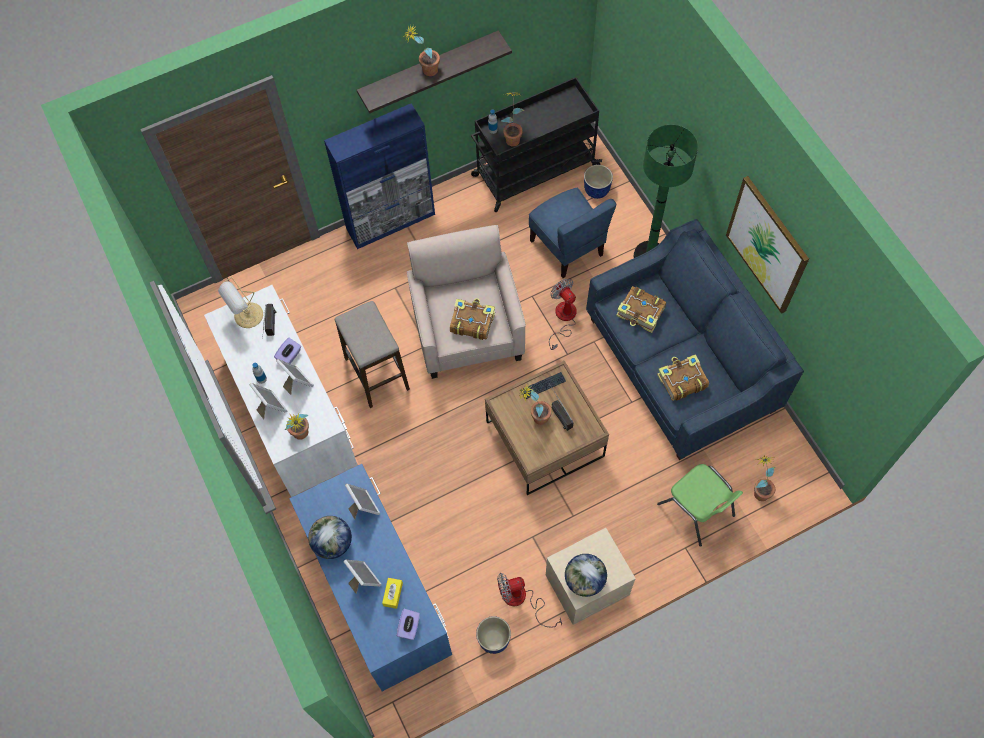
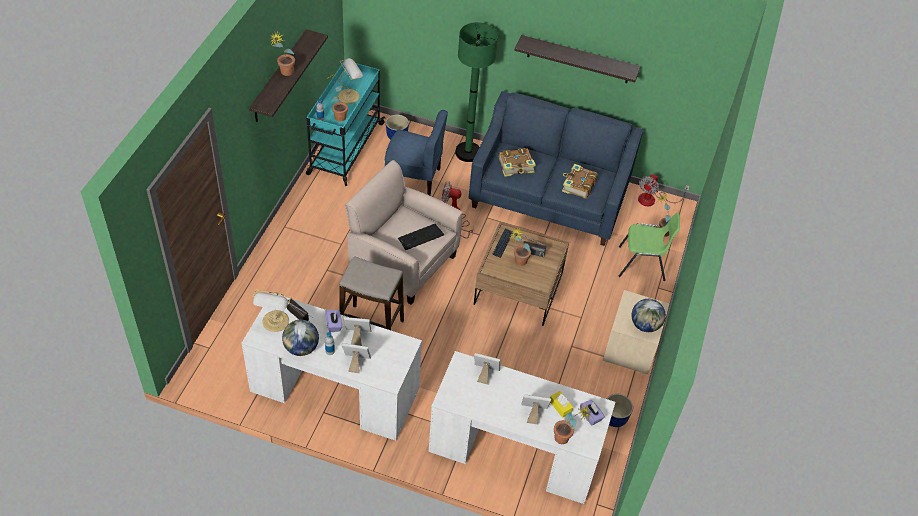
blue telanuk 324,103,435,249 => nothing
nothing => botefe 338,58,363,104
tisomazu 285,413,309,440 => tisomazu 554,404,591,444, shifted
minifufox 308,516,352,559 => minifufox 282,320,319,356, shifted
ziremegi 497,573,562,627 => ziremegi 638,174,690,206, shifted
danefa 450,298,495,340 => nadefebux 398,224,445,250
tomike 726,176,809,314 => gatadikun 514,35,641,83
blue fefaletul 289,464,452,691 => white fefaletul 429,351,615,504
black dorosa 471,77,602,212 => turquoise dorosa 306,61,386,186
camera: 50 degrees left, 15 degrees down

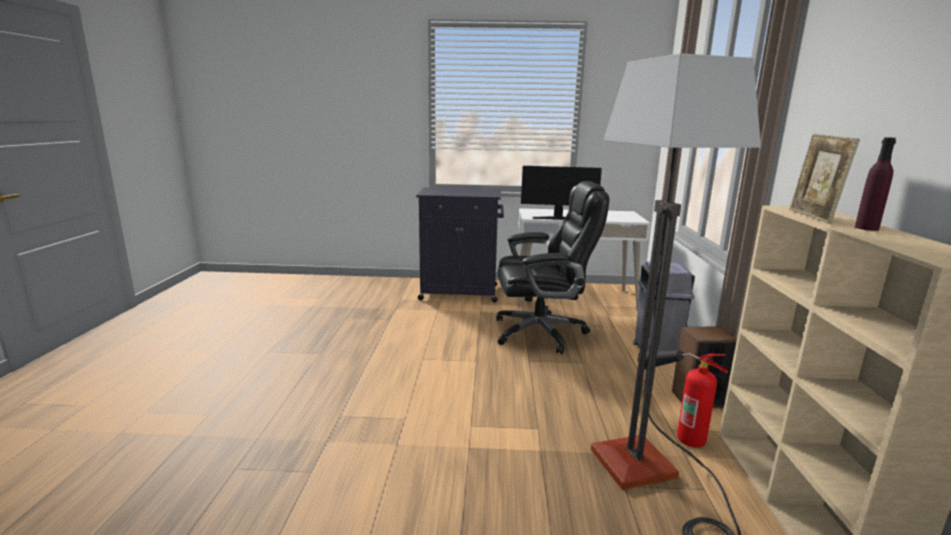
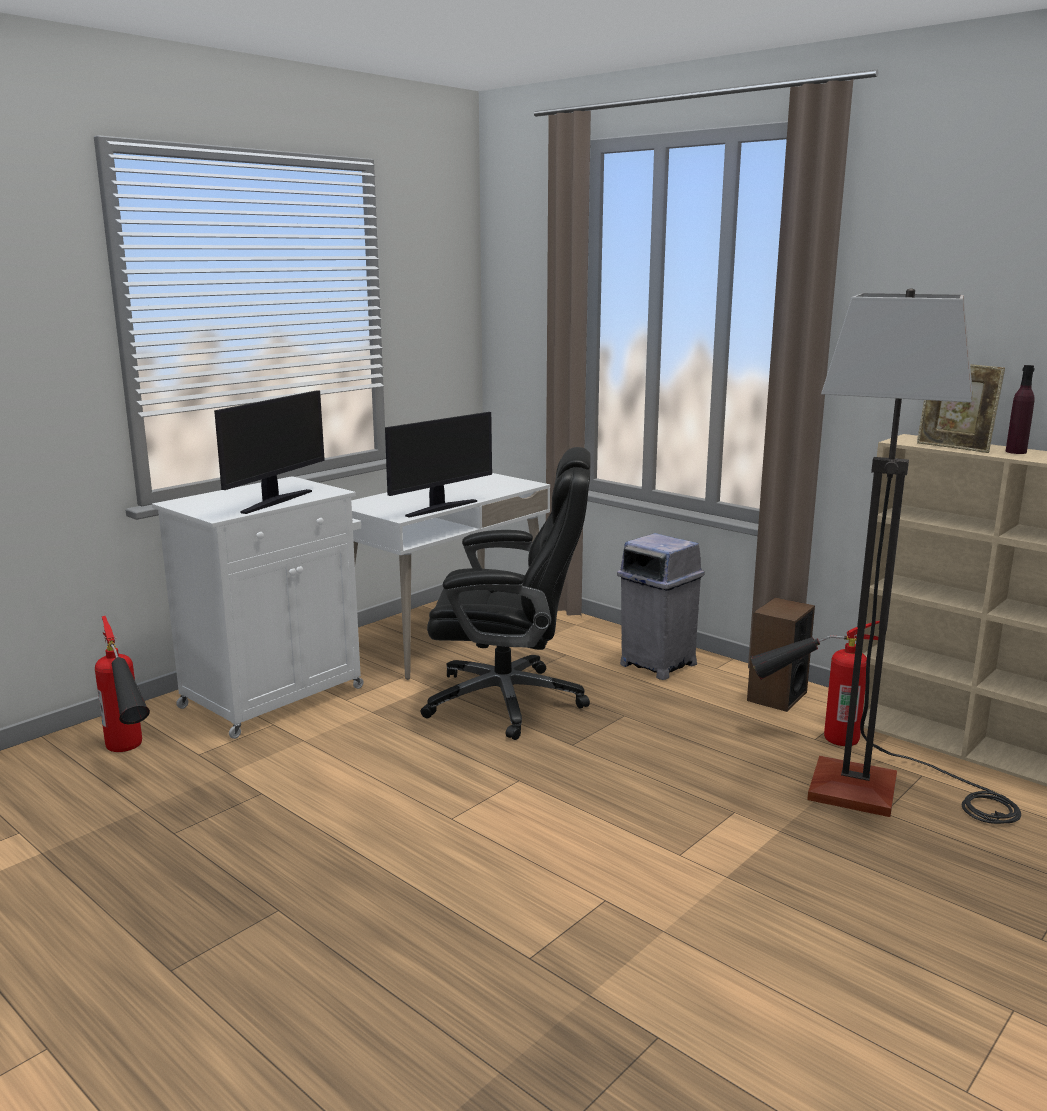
nothing => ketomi 95,616,150,752
nothing => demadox 214,390,325,514
black telanuk 416,187,504,302 => white telanuk 152,476,364,739
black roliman 496,181,609,354 => black roliman 420,447,591,740, 60 degrees clockwise
camera: 50 degrees left, 0 degrees up

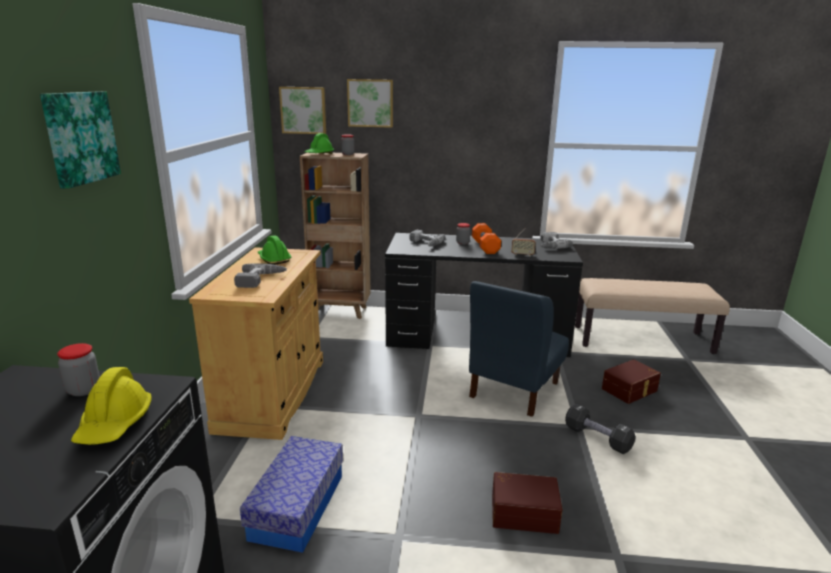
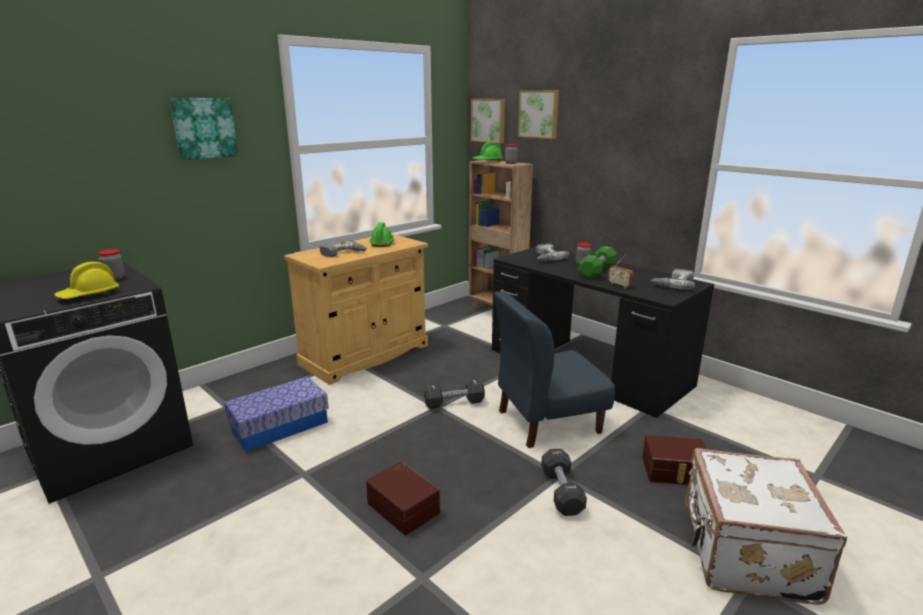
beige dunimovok 575,278,730,354 => nothing
nothing => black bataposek 424,379,485,409
nothing => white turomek 685,448,847,605
orange bataposek 472,223,501,254 => green bataposek 578,246,617,279
camera: 40 degrees right, 0 degrees up

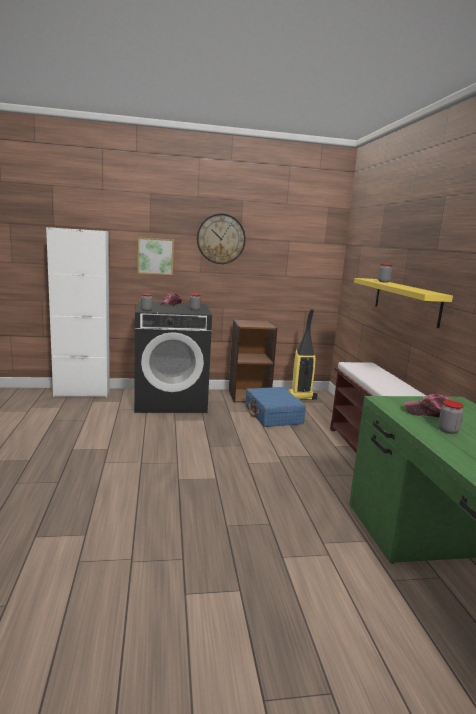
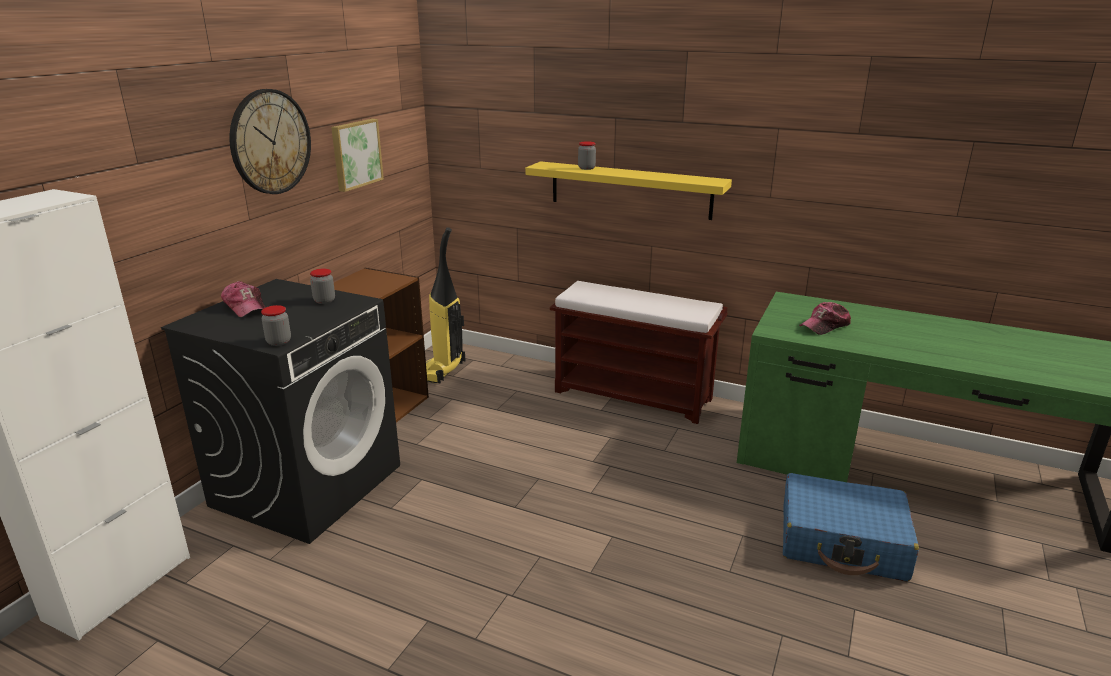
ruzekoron 438,400,464,434 => nothing
tomike 138,237,174,275 => tomike 331,119,384,192, shifted
blue turomek 246,387,306,427 => blue turomek 783,473,919,581, shifted
camera: 55 degrees left, 10 degrees up

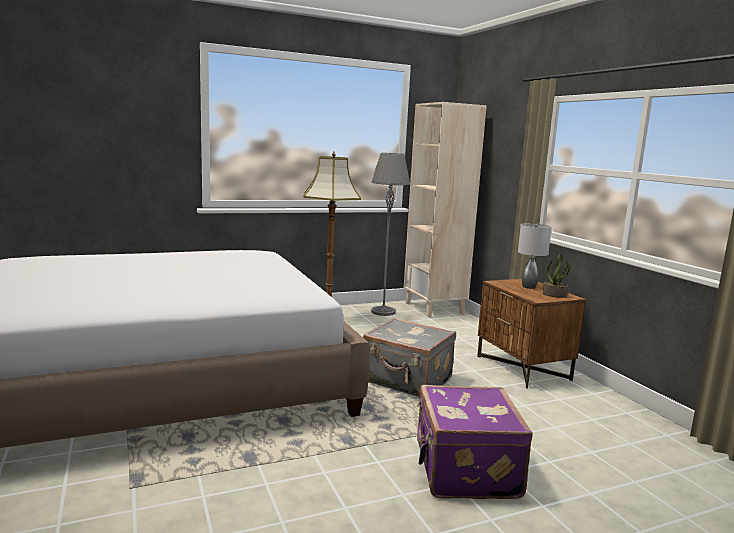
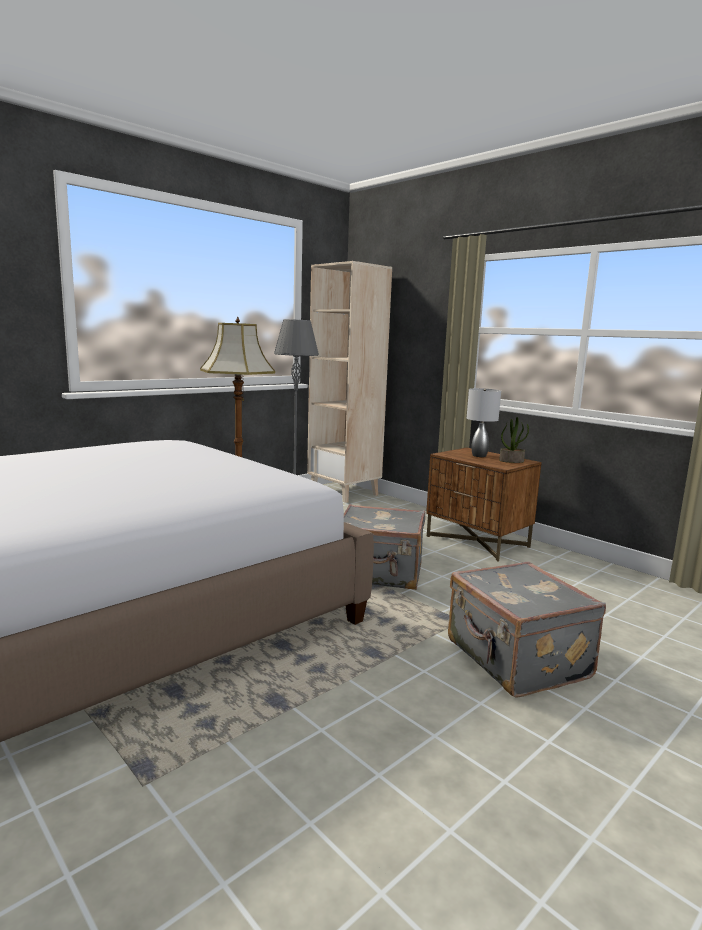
purple turomek 417,385,533,499 => grey turomek 448,562,606,698
camera: 20 degrees left, 0 degrees up

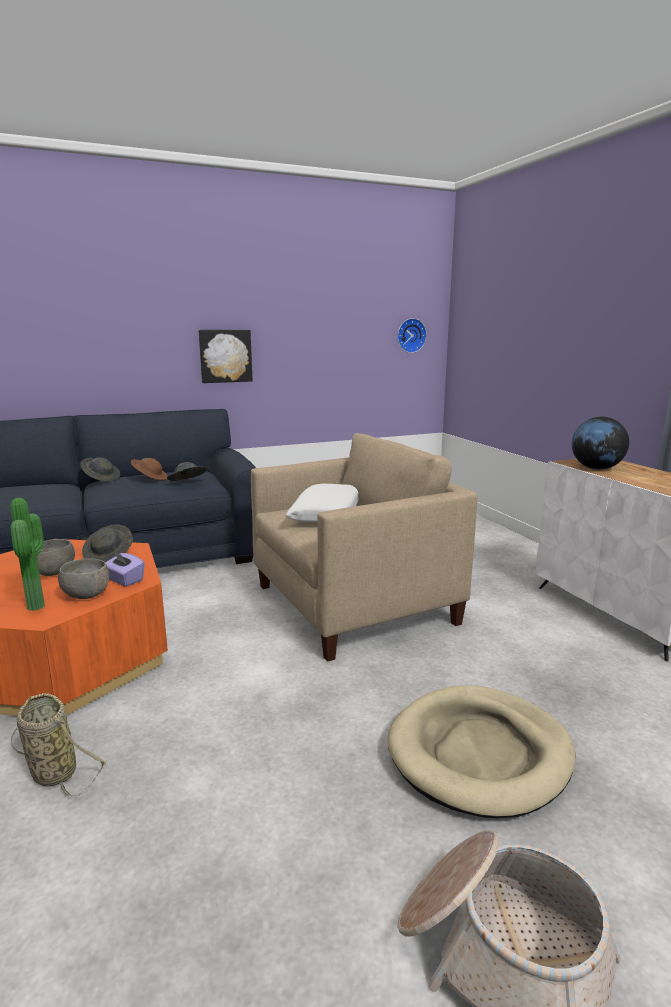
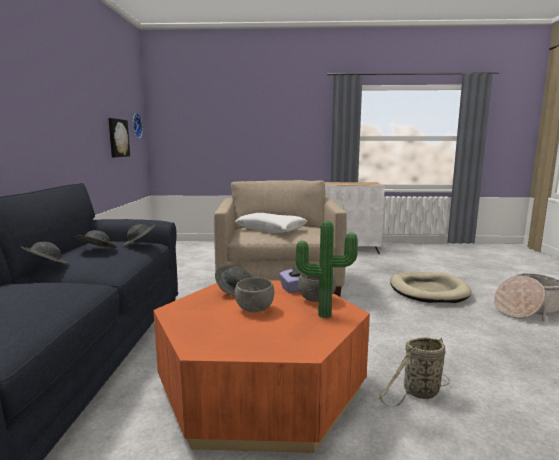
minifufox 572,417,629,470 => nothing
tomike 198,330,253,383 => tomike 108,118,130,157, shifted
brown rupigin 131,458,168,480 => grey rupigin 75,230,117,248
camera: 65 degrees left, 5 degrees down

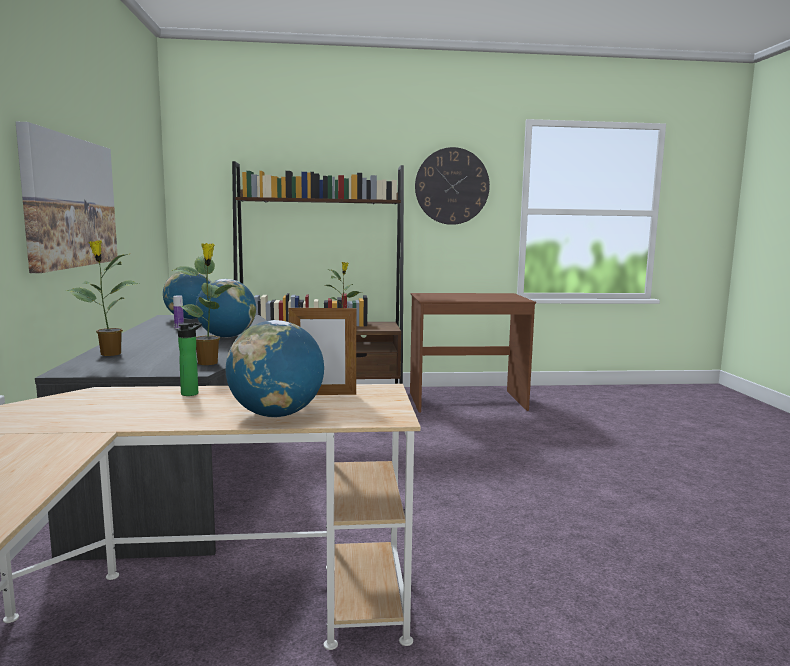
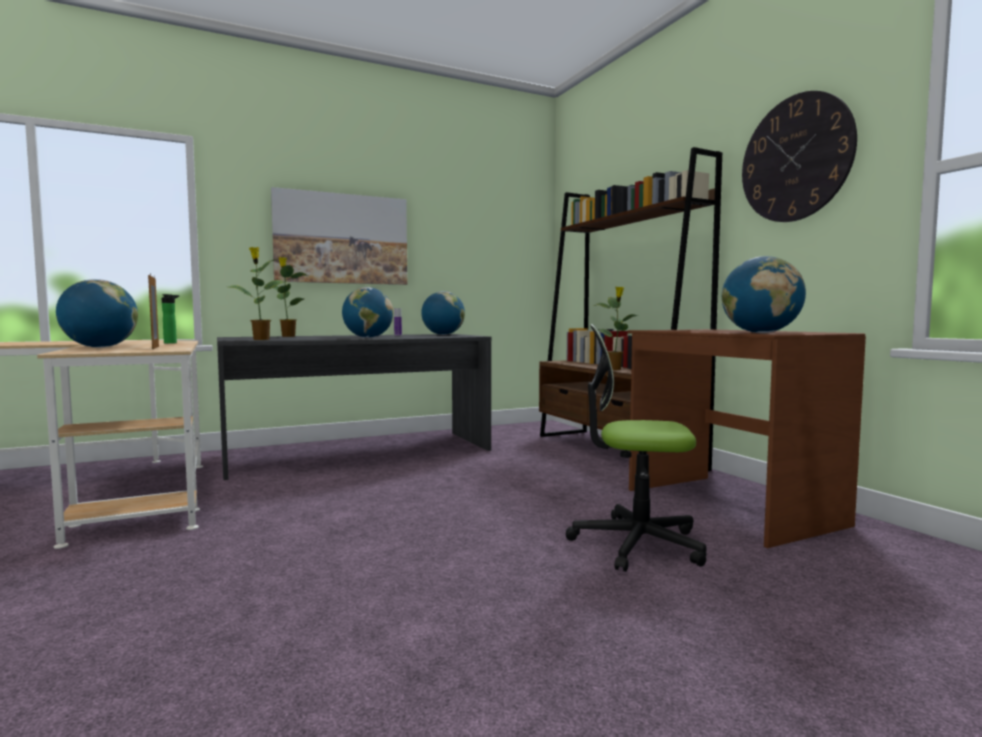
nothing => roliman 565,324,707,572
nothing => minifufox 722,256,806,333
camera: 70 degrees right, 5 degrees down

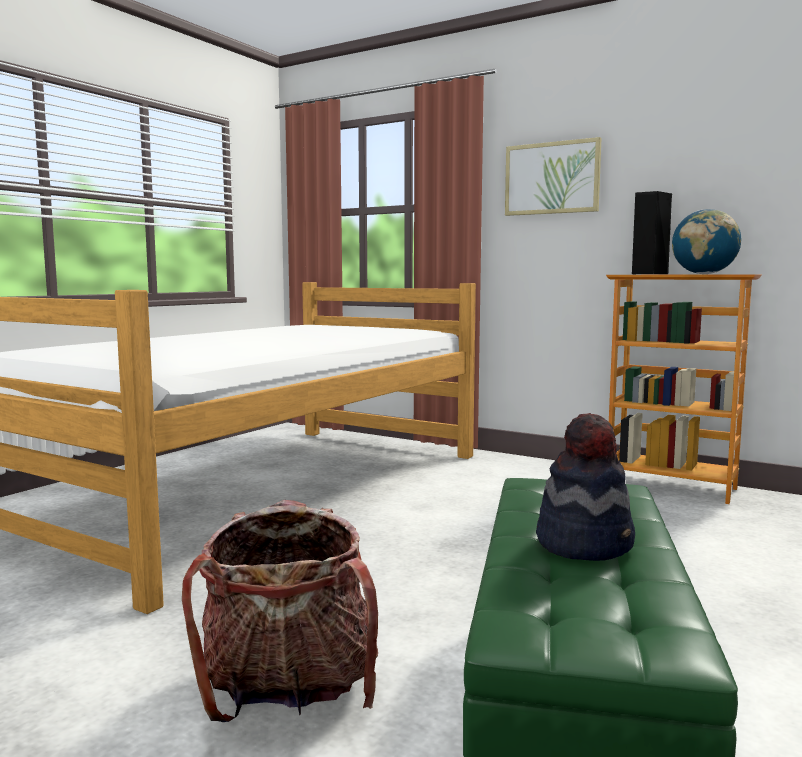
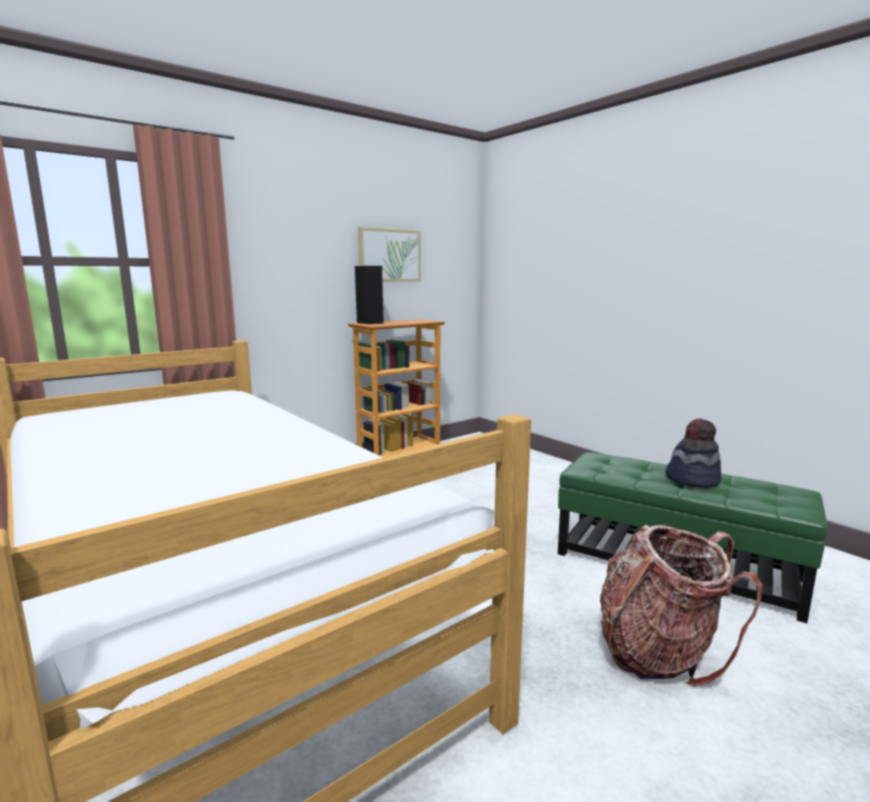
minifufox 672,209,741,274 => nothing
tomike 505,137,602,216 => tomike 358,227,421,282, shifted
camera: 70 degrees left, 5 degrees up

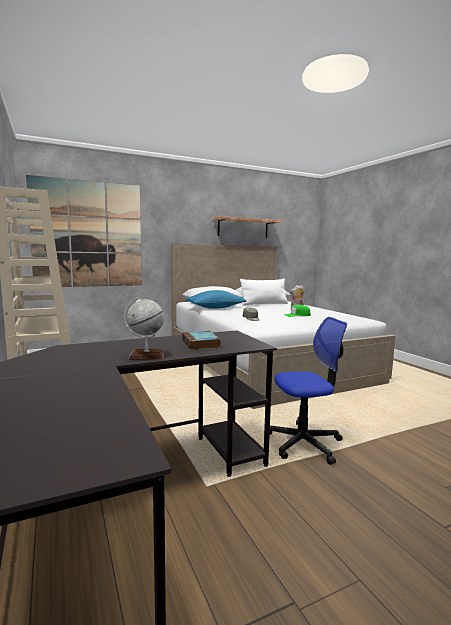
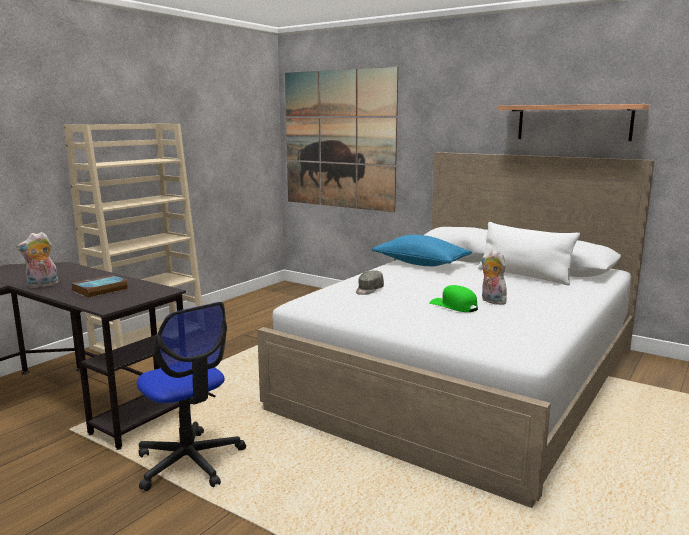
minifufox 124,297,164,360 => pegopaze 17,232,59,288
camera: 60 degrees right, 5 degrees up

